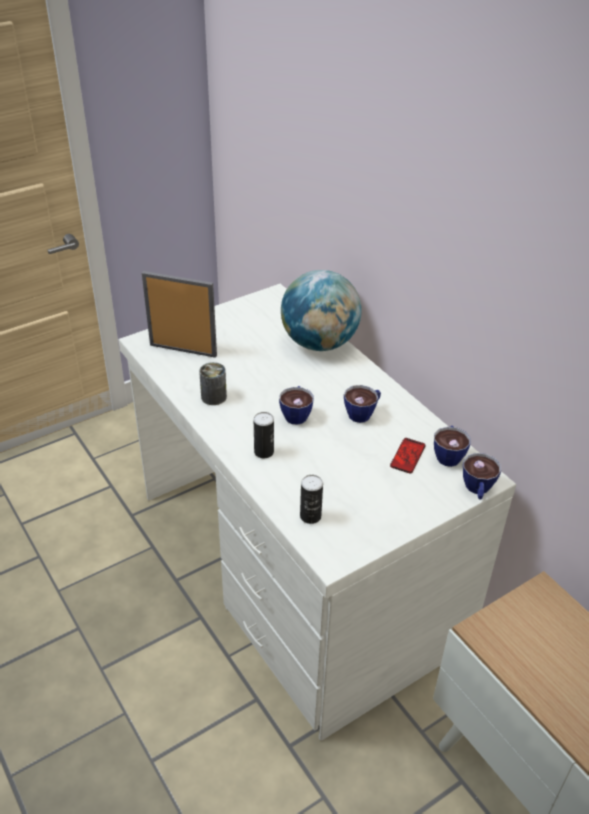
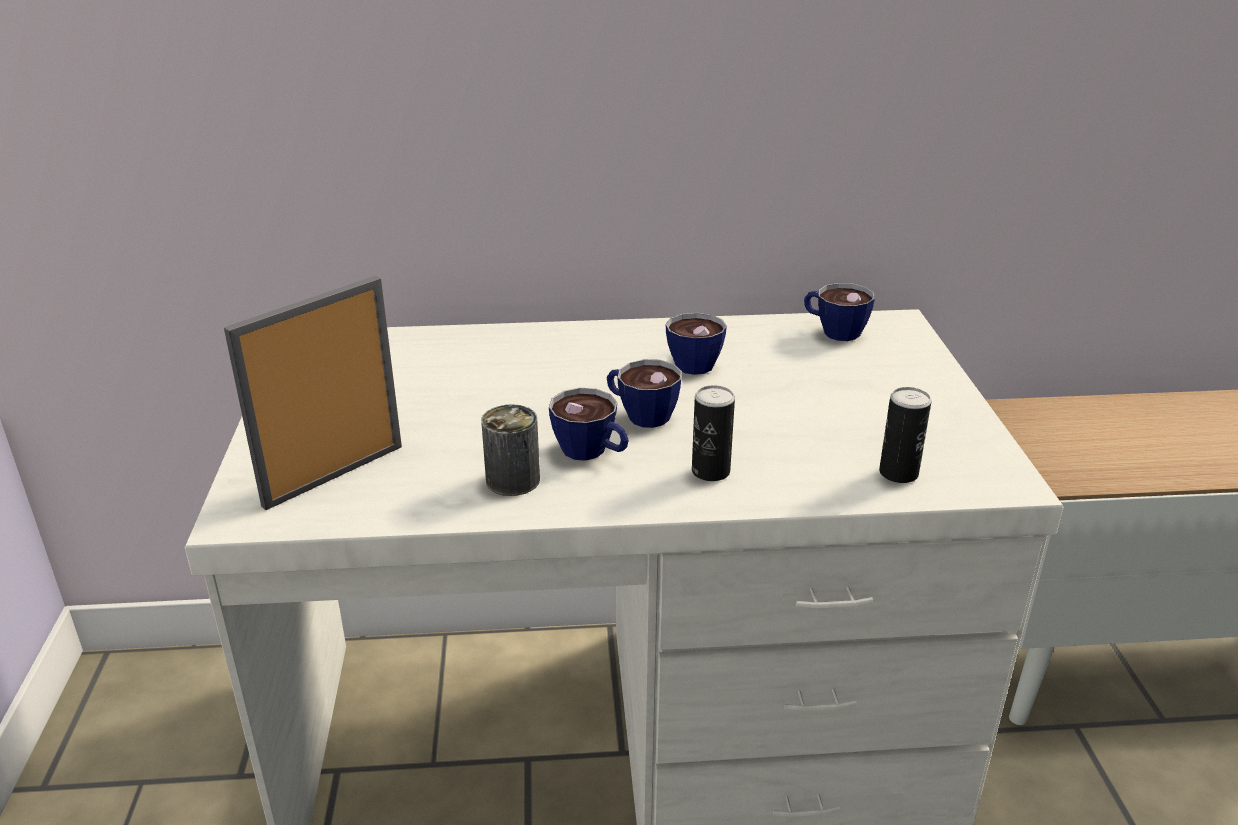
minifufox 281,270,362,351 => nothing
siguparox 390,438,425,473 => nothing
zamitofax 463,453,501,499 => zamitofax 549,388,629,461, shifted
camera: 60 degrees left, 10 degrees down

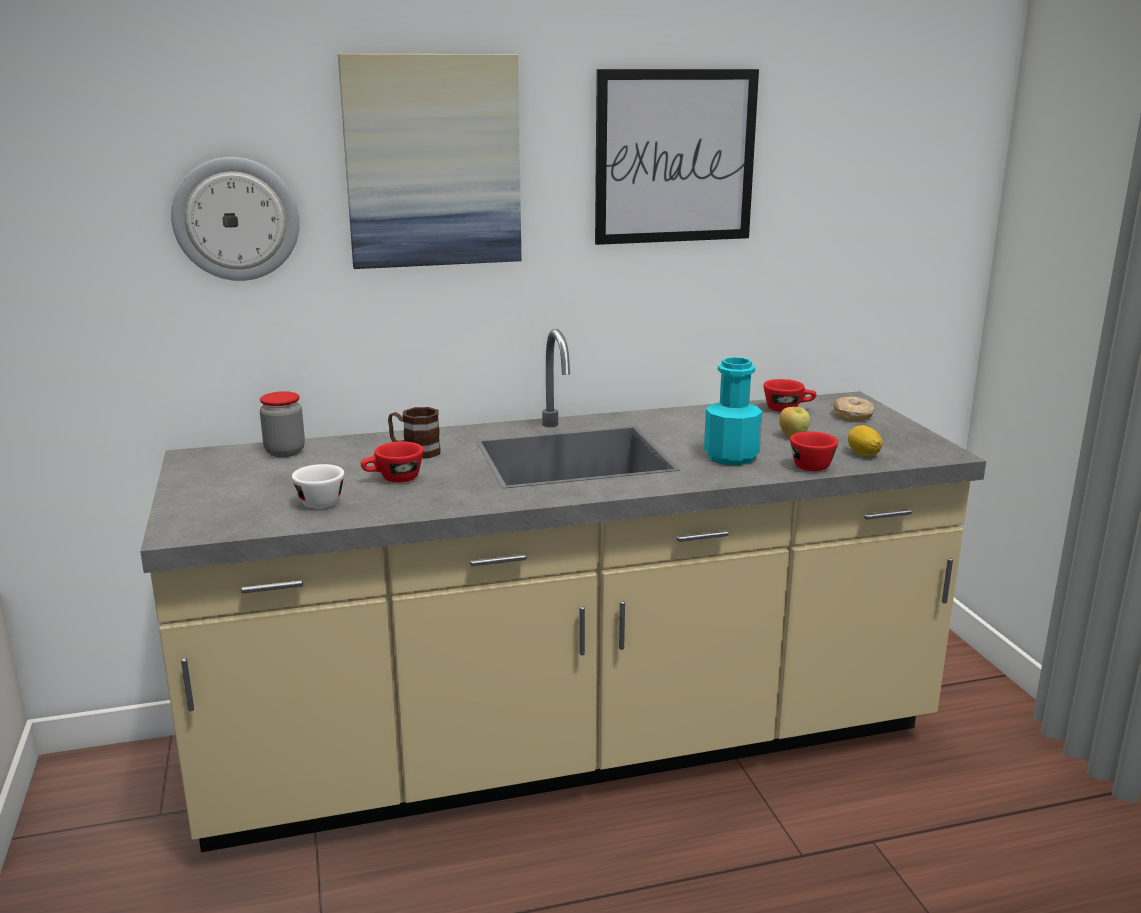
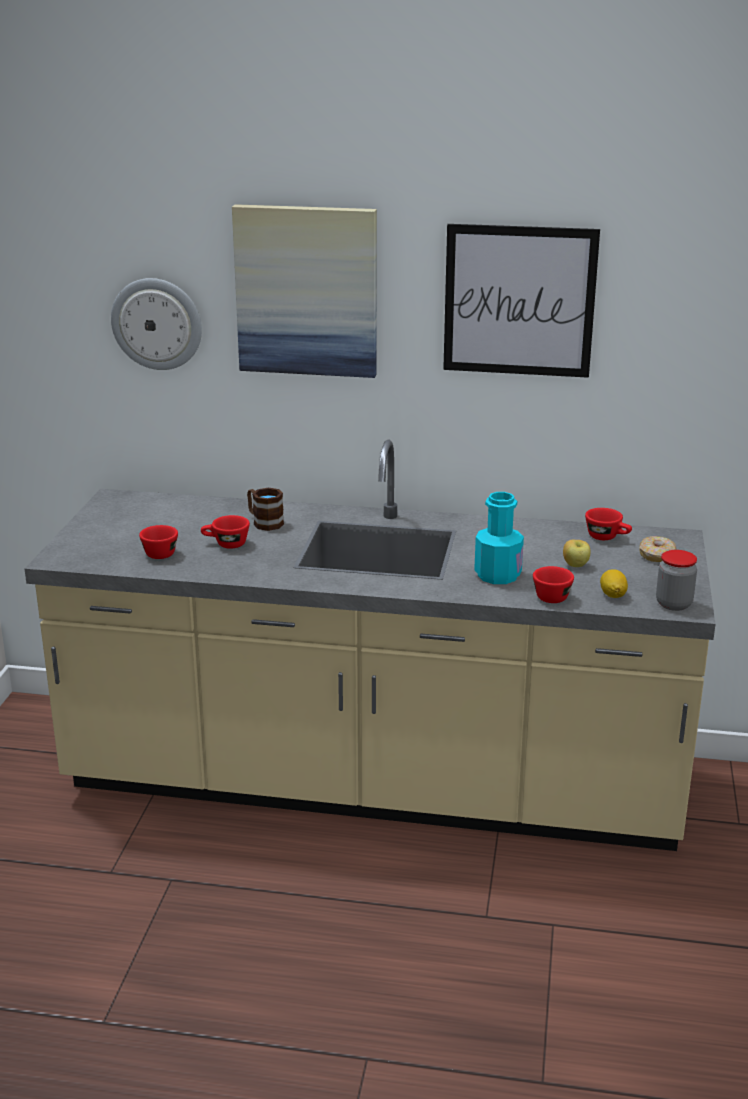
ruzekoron 260,391,305,457 => ruzekoron 656,550,697,611, shifted
white zamitofax 292,464,344,508 => red zamitofax 139,525,178,559
camera: 25 degrees right, 5 degrees up

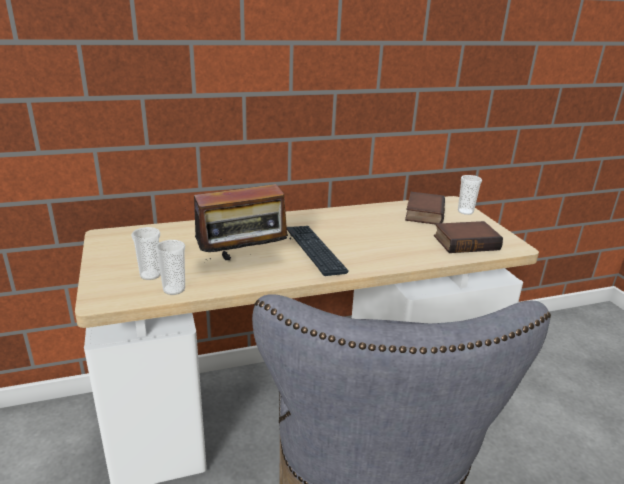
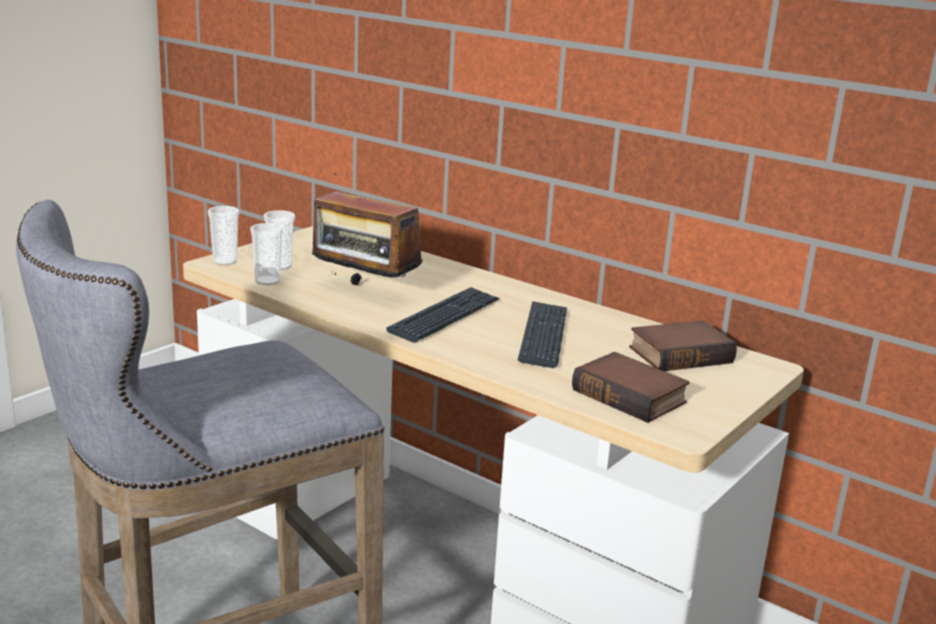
nothing => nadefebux 518,301,567,368
zamitofax 458,175,482,215 => zamitofax 208,206,239,265, shifted
camera: 55 degrees right, 5 degrees down

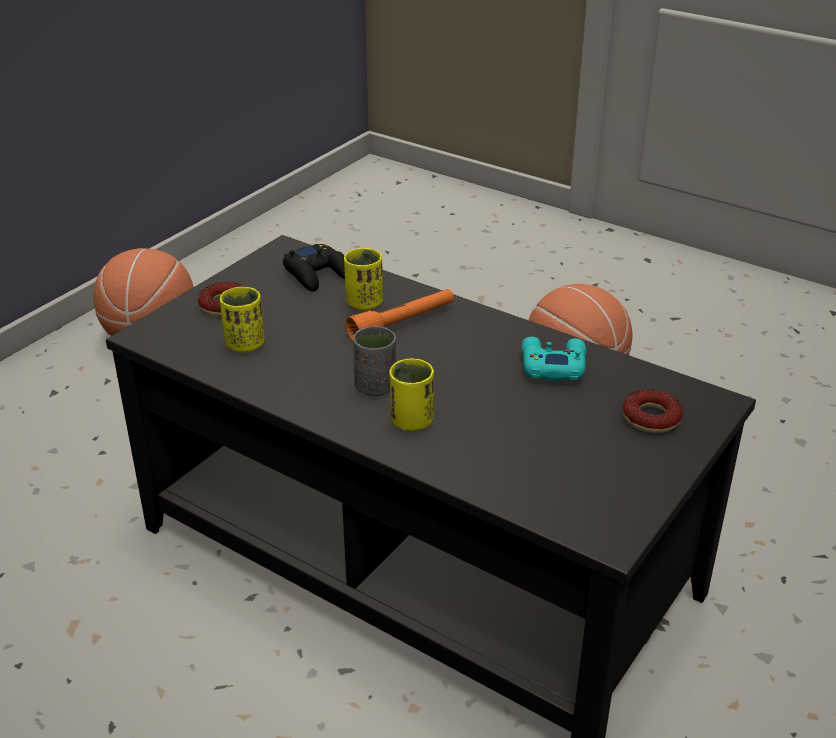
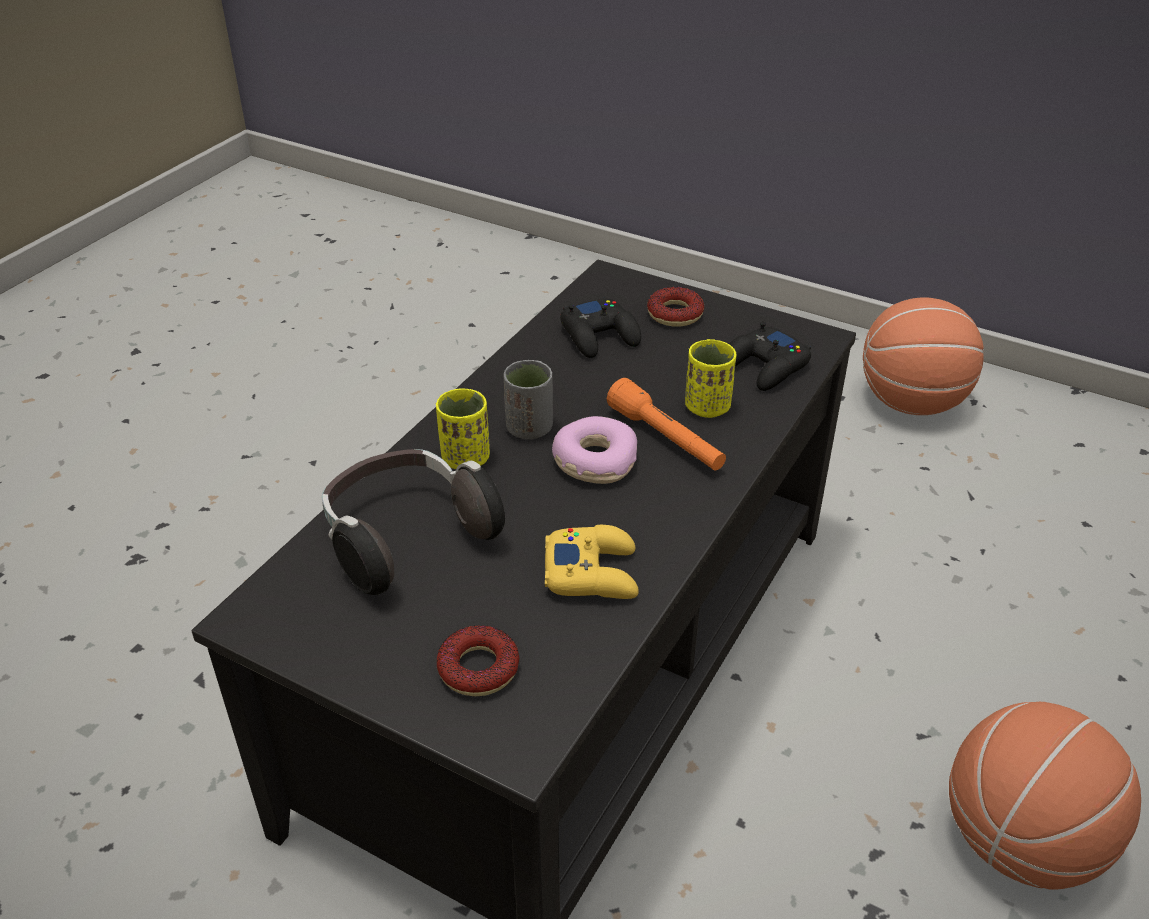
nothing => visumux 322,449,505,595
nothing => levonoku 552,416,637,484
yellow zamitofax 220,287,265,353 => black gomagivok 560,297,641,358
turquoise gomagivok 521,337,586,381 => yellow gomagivok 545,525,639,599
camera: 85 degrees right, 5 degrees up

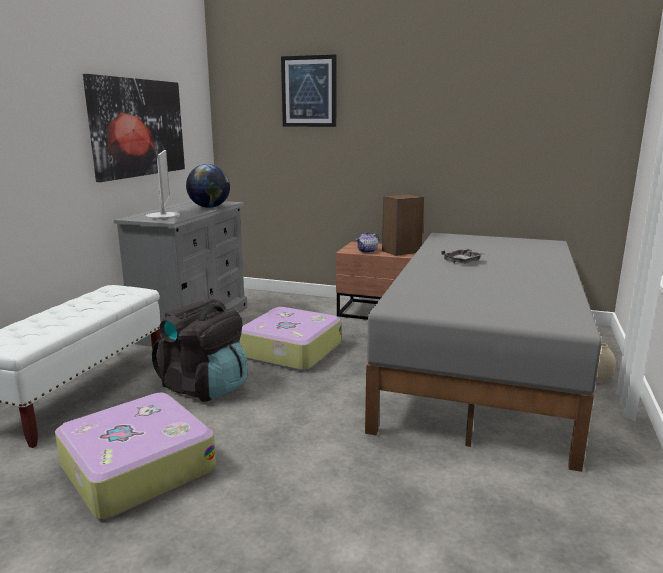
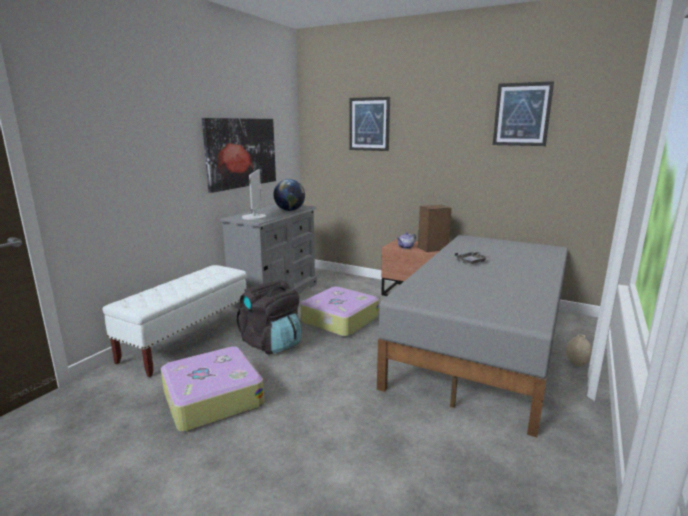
nothing => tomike 493,81,554,146
camera: 10 degrees right, 0 degrees up

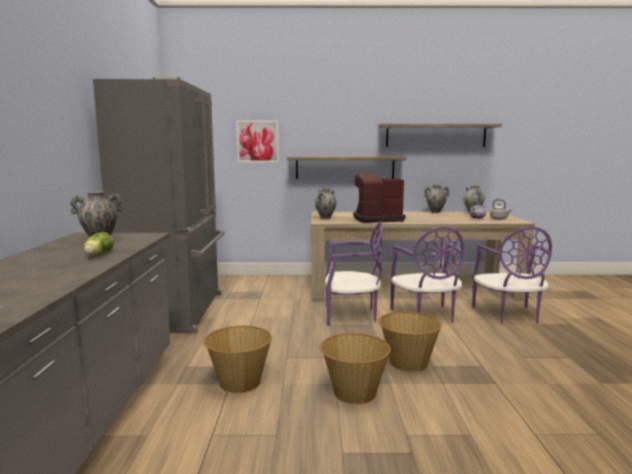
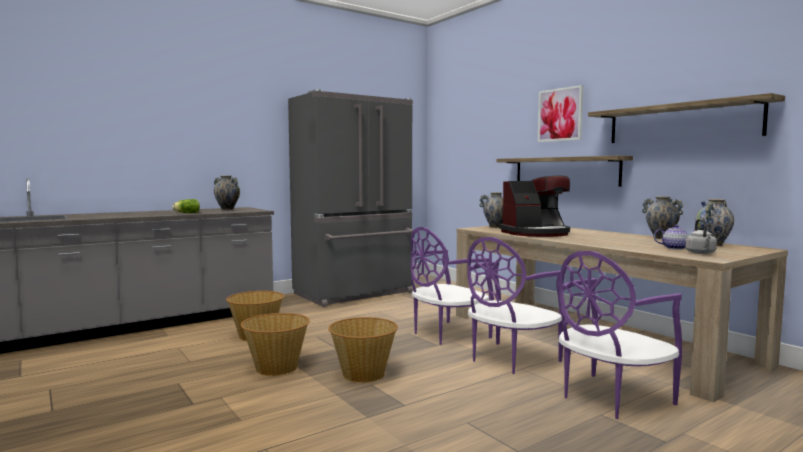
tomike 236,120,279,163 => tomike 538,85,583,142, shifted
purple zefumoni 325,221,383,326 => purple zefumoni 411,227,494,345, 90 degrees clockwise
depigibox 353,173,406,223 => depigibox 499,176,570,237, 120 degrees clockwise
camera: 55 degrees right, 5 degrees down

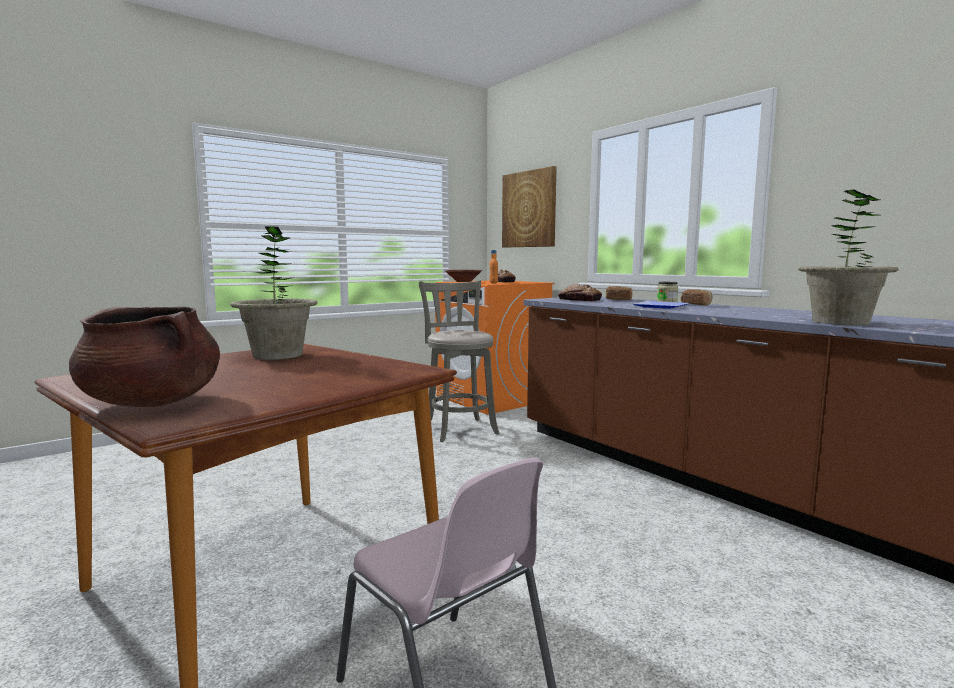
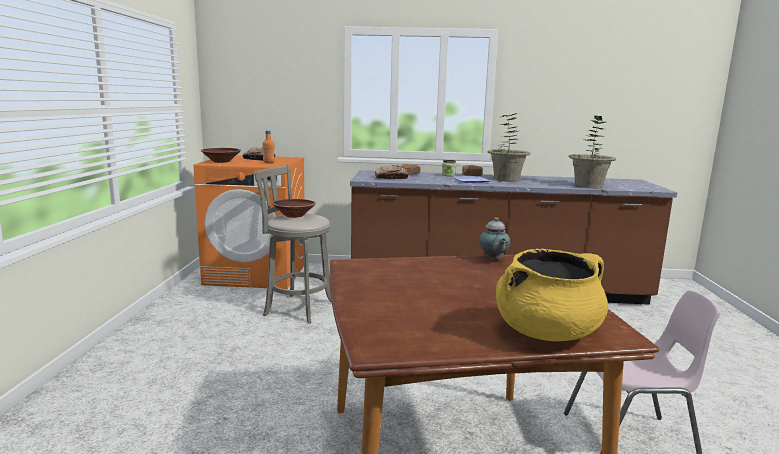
tomike 502,166,557,247 => nothing
nothing => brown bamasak 272,199,316,218
nothing => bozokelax 479,217,510,261
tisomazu 230,226,317,360 => tisomazu 488,113,531,181, shifted
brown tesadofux 69,307,220,407 => yellow tesadofux 496,249,608,341
camera: 50 degrees left, 5 degrees up

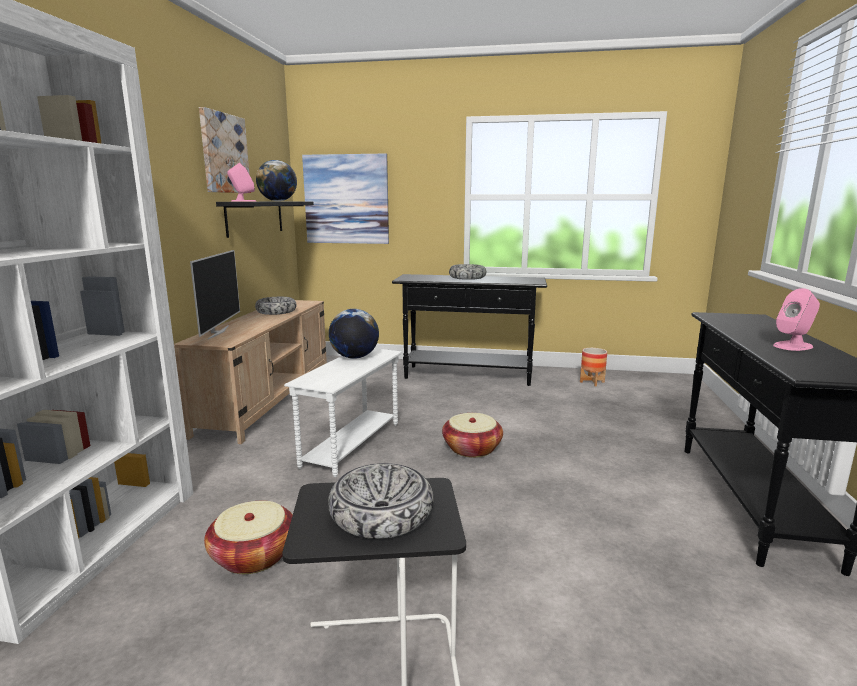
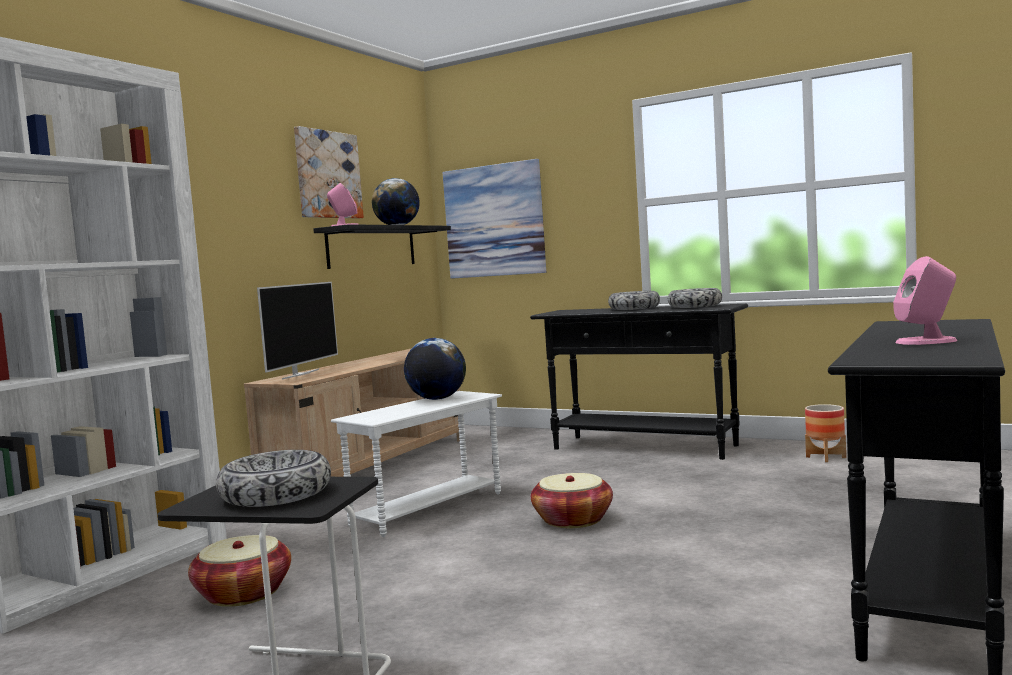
bamasak 255,297,297,315 => bamasak 668,288,722,308, shifted
camera: 20 degrees right, 10 degrees down

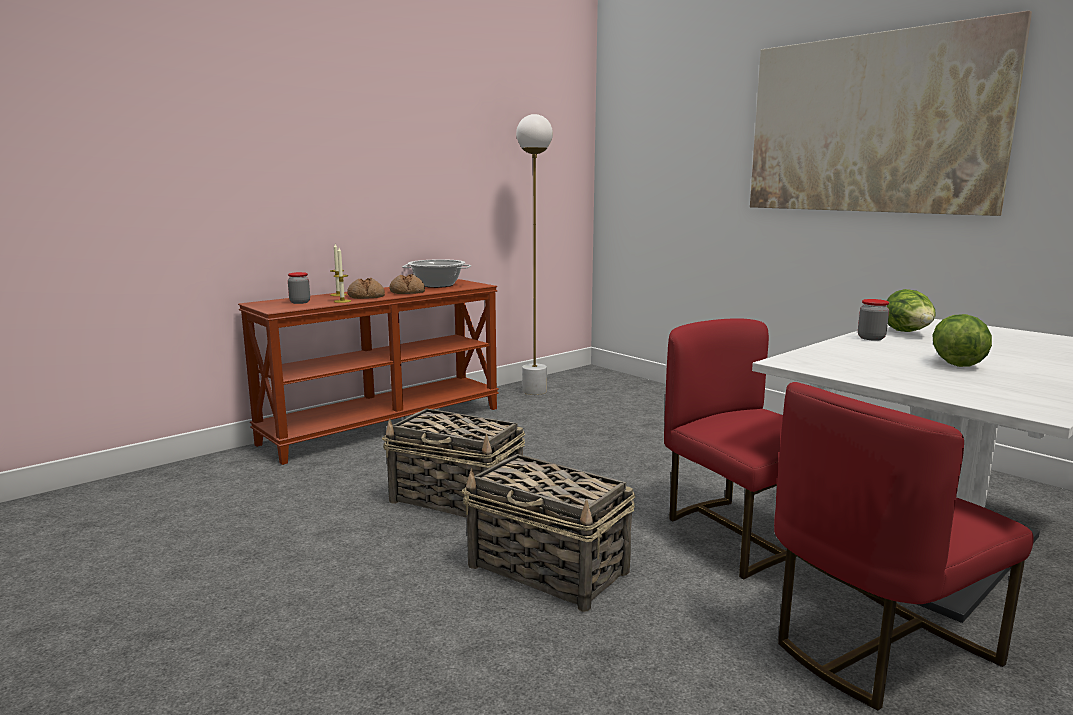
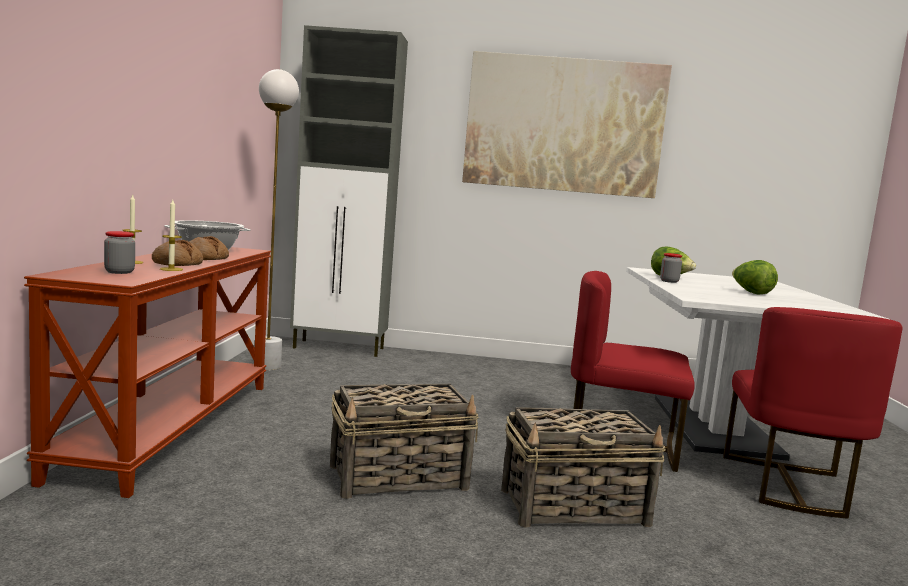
nothing => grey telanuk 290,25,408,357
camera: 45 degrees left, 5 degrees down

